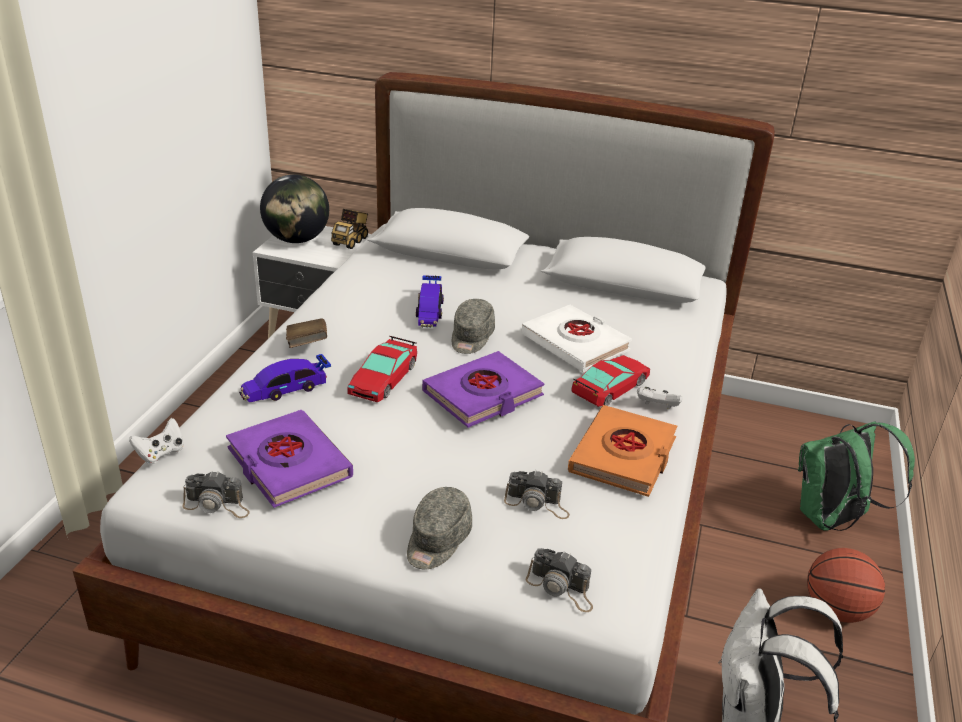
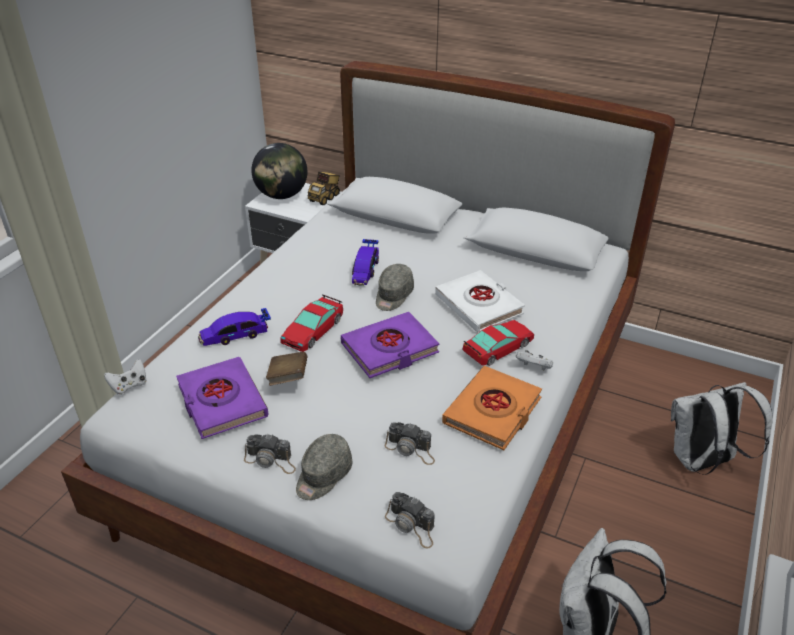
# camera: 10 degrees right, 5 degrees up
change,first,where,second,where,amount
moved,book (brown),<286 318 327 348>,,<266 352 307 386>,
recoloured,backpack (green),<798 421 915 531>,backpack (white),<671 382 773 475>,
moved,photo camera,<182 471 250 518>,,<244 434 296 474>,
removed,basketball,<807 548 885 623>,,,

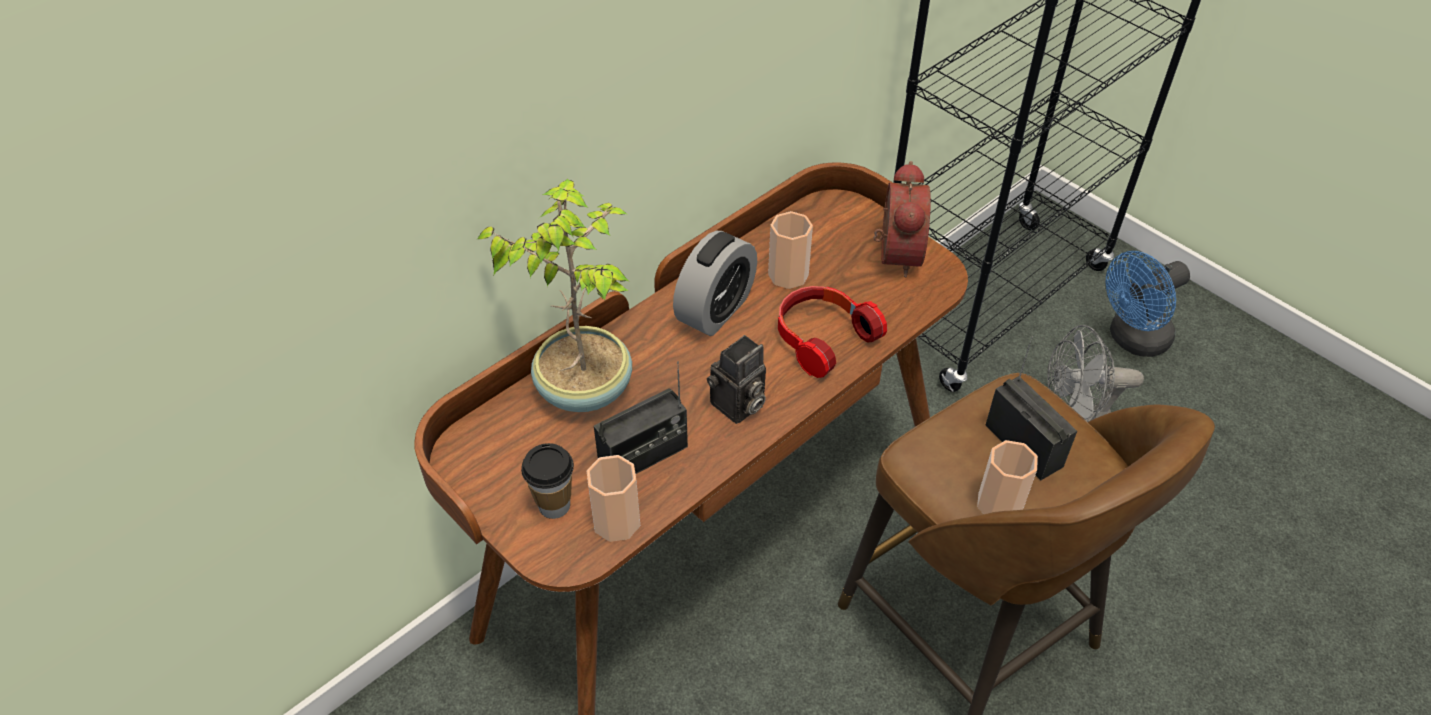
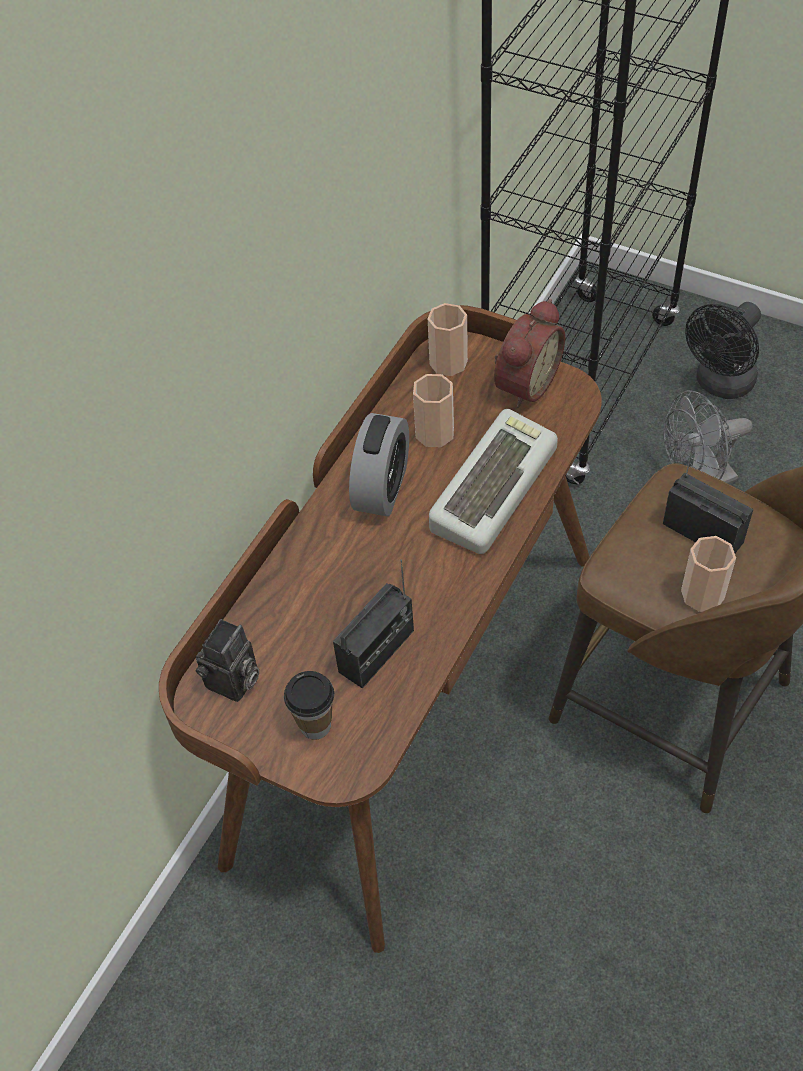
# camera: 15 degrees left, 5 degrees up
change,first,where,second,where,amount
turned,alarm clock,<873 161 931 278>,,<494 299 565 408>,45 degrees clockwise
removed,potted plant,<477 179 632 412>,,,
recoloured,fan (blue),<1105 251 1190 357>,fan (black),<685 302 761 399>,
replaced,headphones,<778 286 887 378>,keyboard,<429 409 558 554>,
moved,photo camera,<707 335 766 424>,,<196 619 259 702>,
moved,cup,<587 455 640 542>,,<428 303 468 376>,

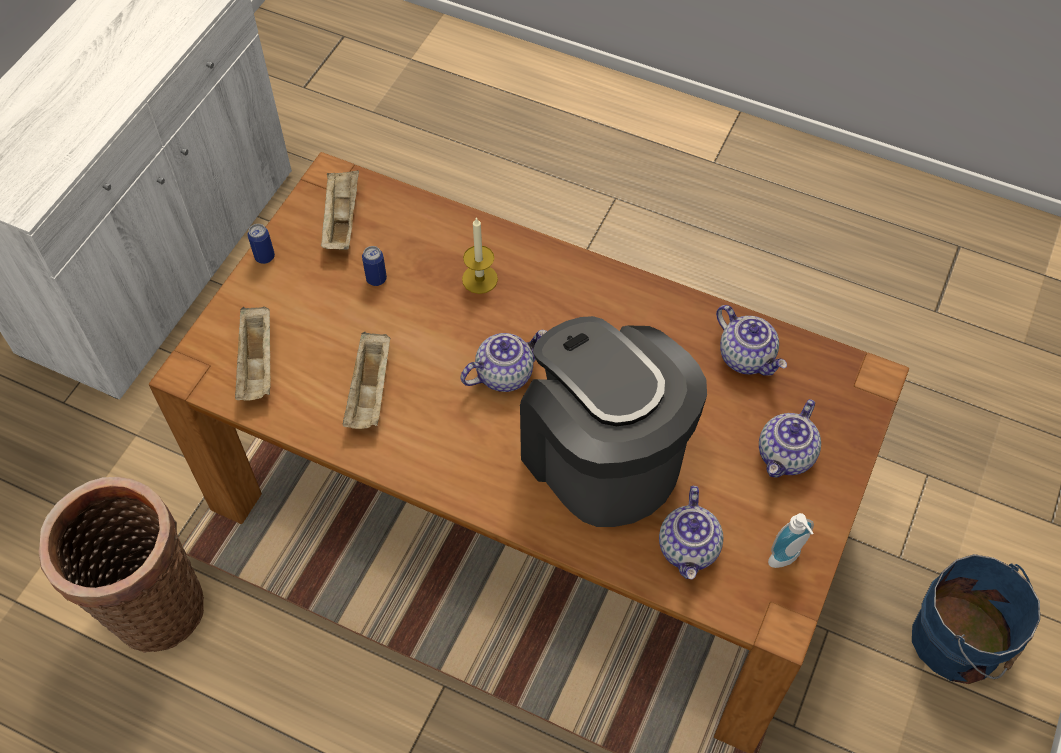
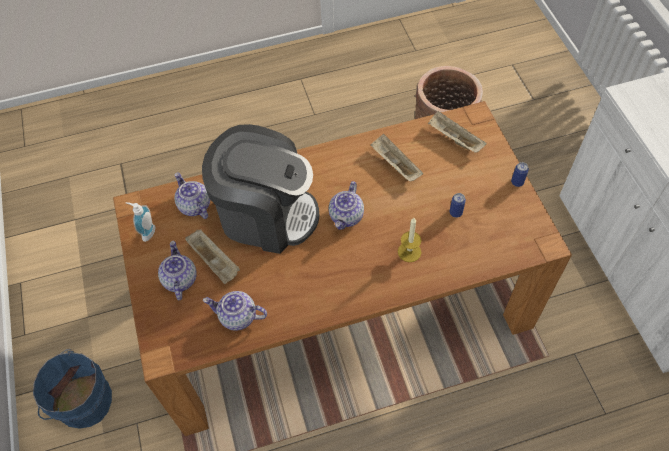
# camera: 140 degrees right, 0 degrees up
change,first,where,second,where,amount
moved,tray (beige),<321 170 359 250>,,<185 230 240 284>,

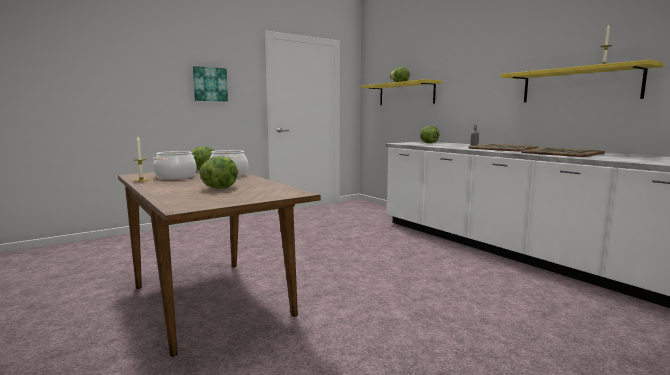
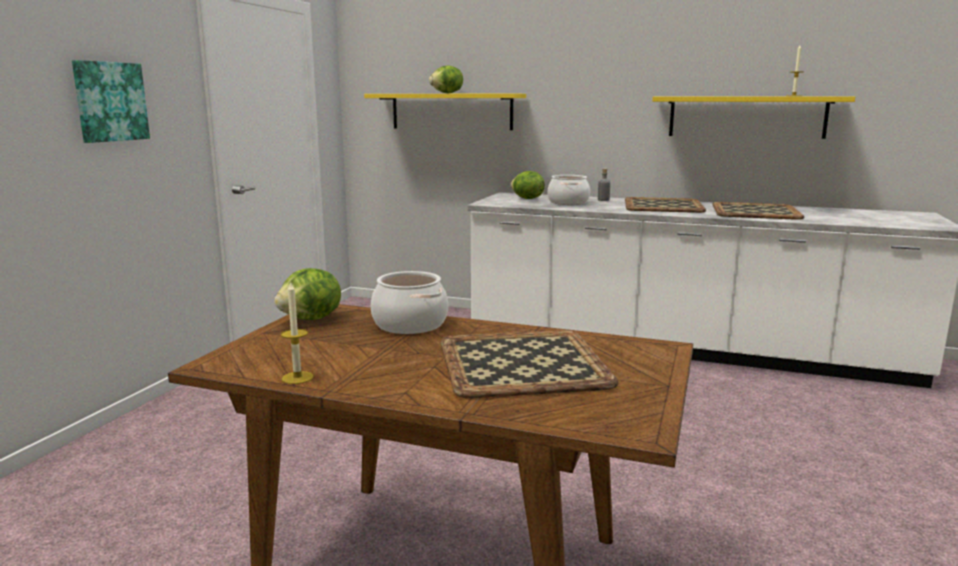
# camera: 35 degrees left, 5 degrees up
change,first,where,second,where,amount
moved,cooking pot,<153 151 196 180>,,<548 175 590 205>,
replaced,lettuce,<200 156 239 189>,tray,<440 330 618 399>,

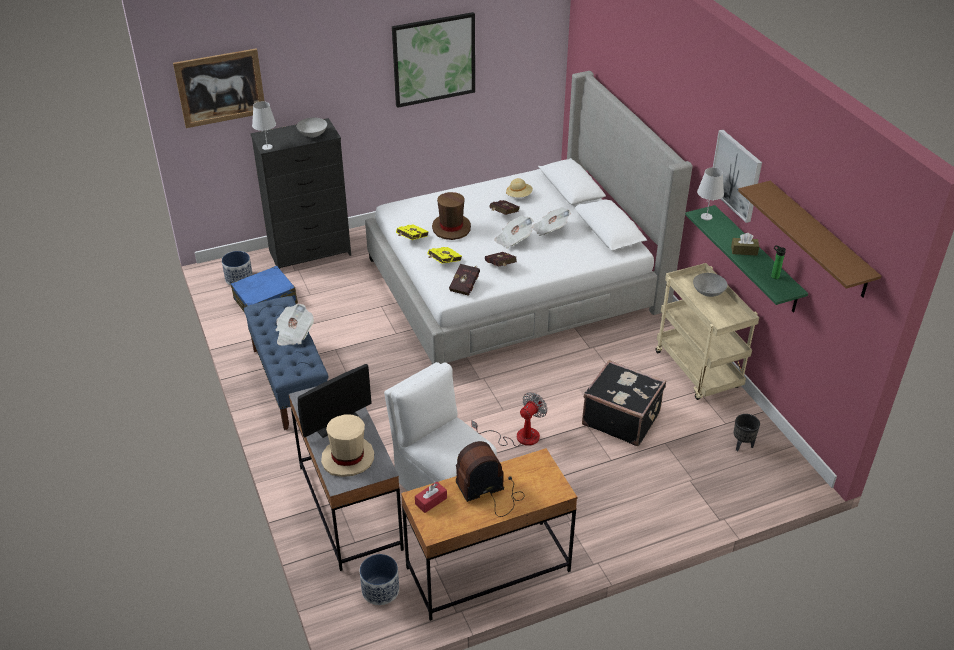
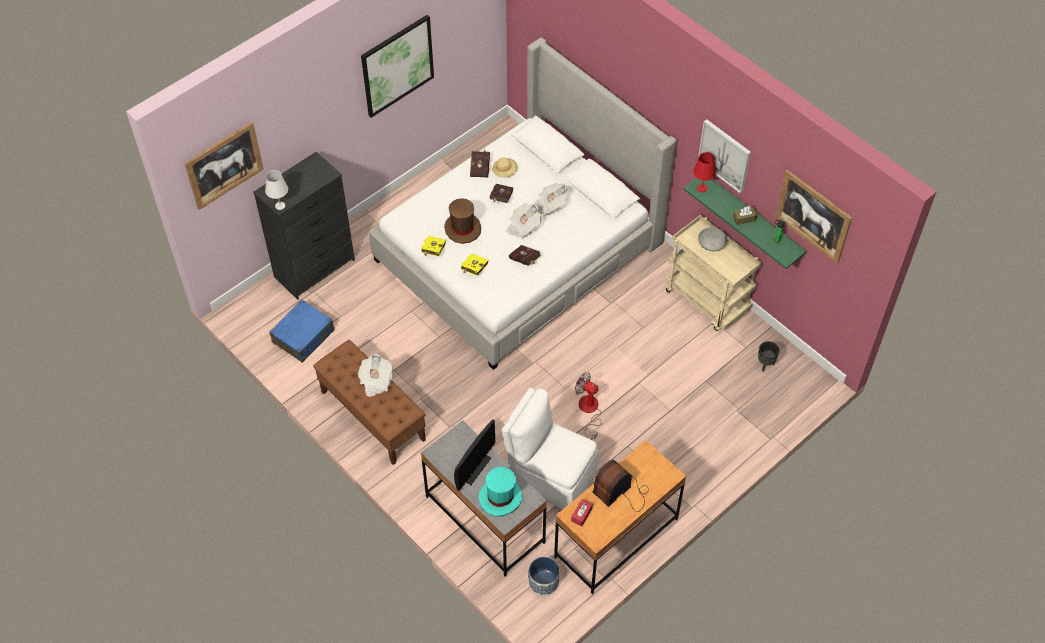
# camera: 20 degrees left, 15 degrees up
change,first,where,second,where,amount
removed,bowl (grey),<296 118 327 138>,,,
recoloured,table lamp (white),<697 168 724 220>,table lamp (red),<693 152 716 192>,
replaced,shelf (brown),<738 181 881 298>,picture,<775 170 852 263>,
removed,planter,<222 251 253 286>,,,
moved,book (red),<449 264 480 296>,,<470 149 490 177>,
recoloured,bench (blue),<244 296 328 430>,bench (brown),<313 340 426 465>,
removed,suitcase (black),<582 360 666 446>,,,
turned,fan,<472 392 547 447>,,<575 372 602 440>,75 degrees counterclockwise
recoloured,hat (beige),<321 414 374 477>,hat (turquoise),<479 467 522 517>,

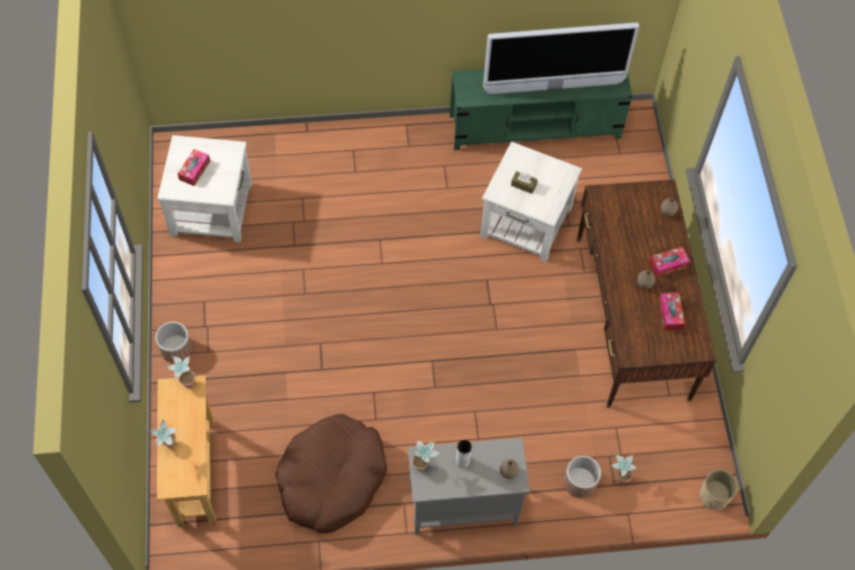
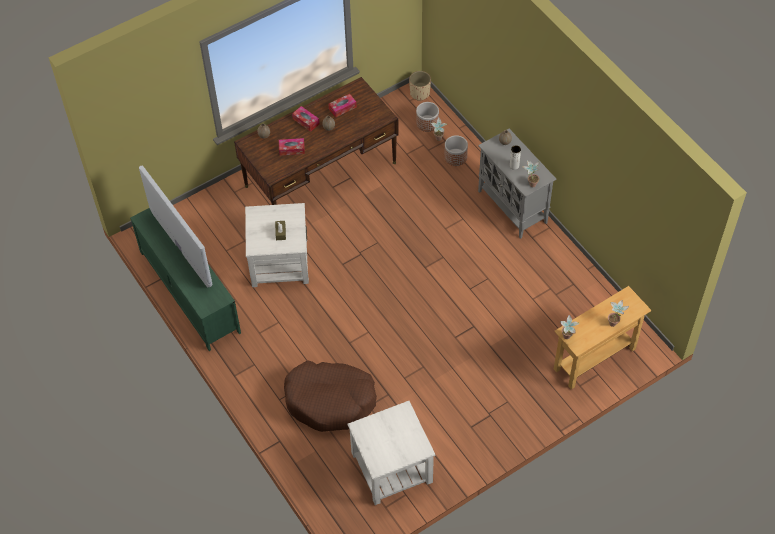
# camera: 115 degrees left, 5 degrees down
change,first,where,second,where,amount
moved,tissue box,<178 149 210 186>,,<279 138 305 155>,
moved,planter,<155 322 192 363>,,<416 102 439 132>,
moved,dog bed (brown),<275 414 387 533>,,<284 361 377 432>,

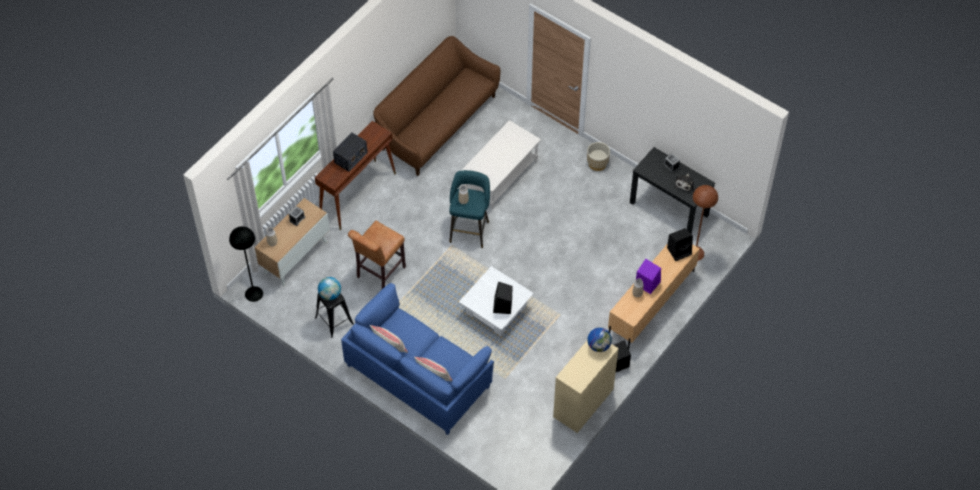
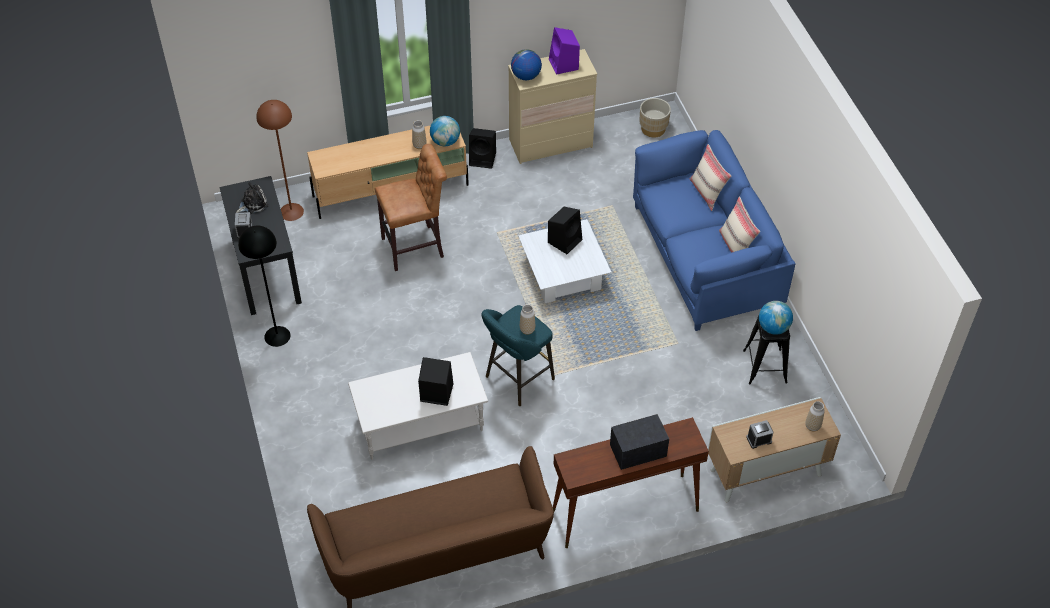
# camera: 145 degrees left, 5 degrees down
change,first,where,second,where,amount
moved,planter (beige),<587 142 610 171>,,<640 98 671 138>,
moved,stool (brown),<348 221 406 289>,,<375 144 447 271>,
moved,floor lamp (black),<229 226 263 302>,,<238 226 290 347>,
moved,speaker (black),<667 228 693 261>,,<418 357 453 406>,
moved,speaker (purple),<636 259 661 294>,,<549 27 580 75>,
added,,,globe,<430 116 460 146>,

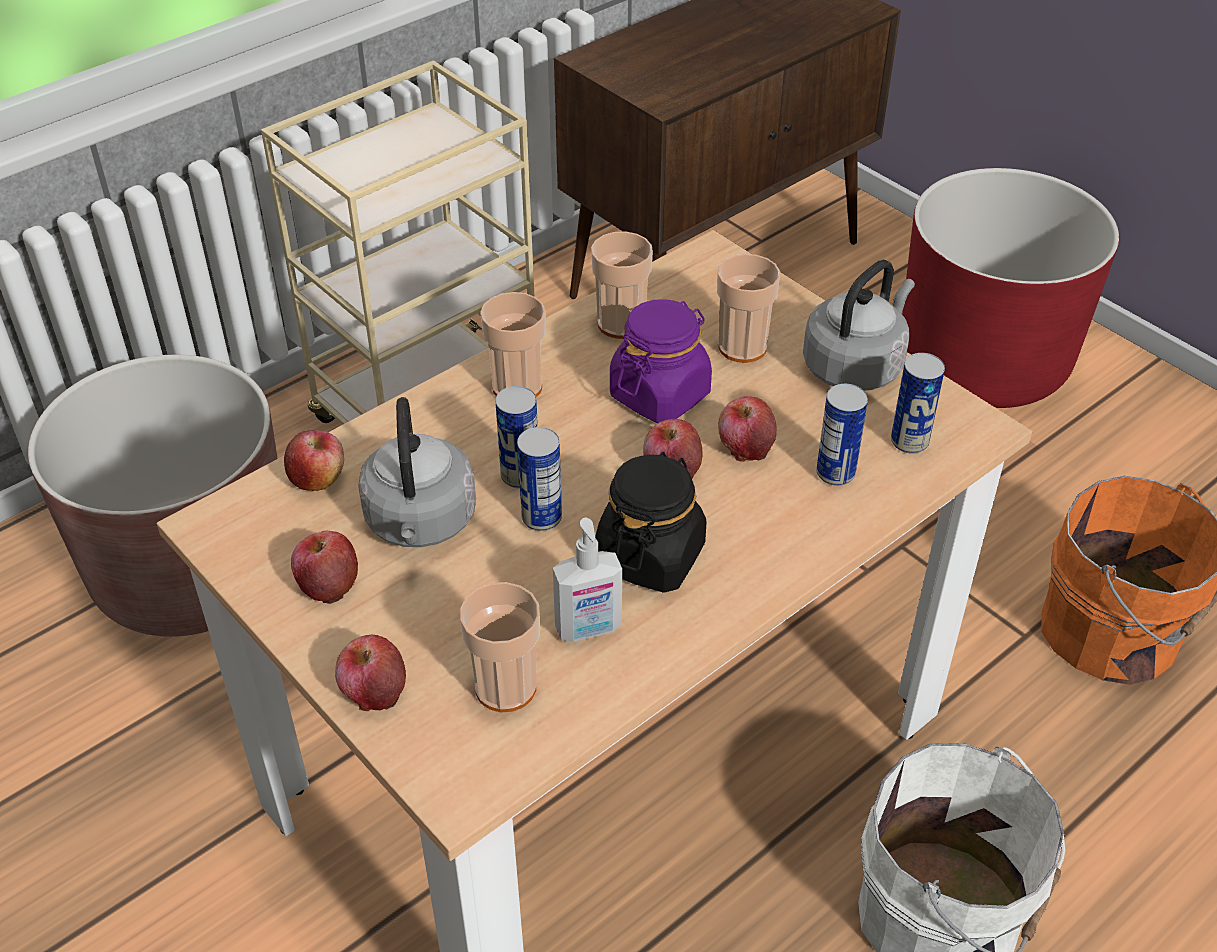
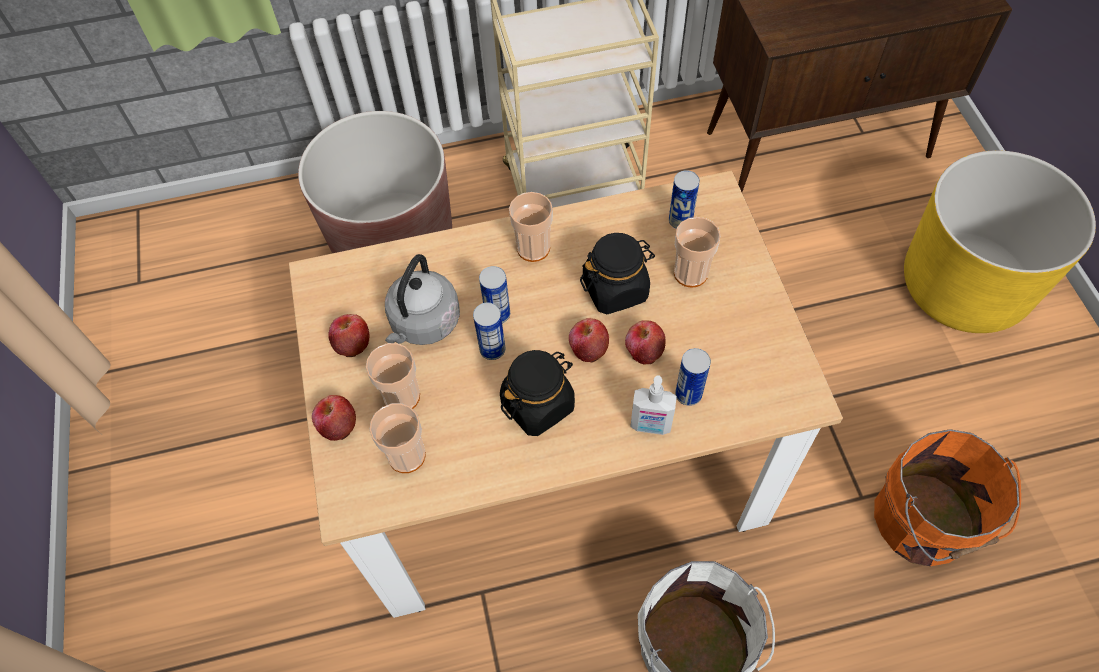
# camera: 30 degrees right, 15 degrees up
change,first,where,second,where,amount
recoloured,planter (red),<902 168 1119 408>,planter (yellow),<904 150 1096 333>,
moved,cup,<591 231 653 339>,,<366 343 420 409>,
removed,kettle (grey),<803 260 915 391>,,,
recoloured,jar (purple),<610 299 712 423>,jar (black),<580 233 655 315>,
moved,can,<891 353 945 454>,,<669 170 700 229>,
removed,apple,<284 430 344 491>,,,
moved,soap dispenser,<553 518 622 642>,,<630 375 677 435>,

